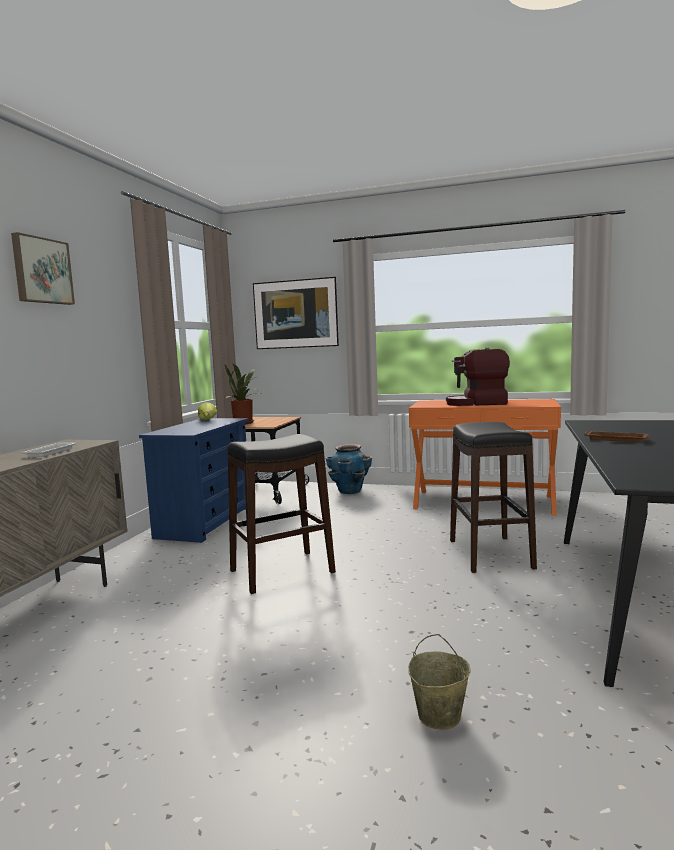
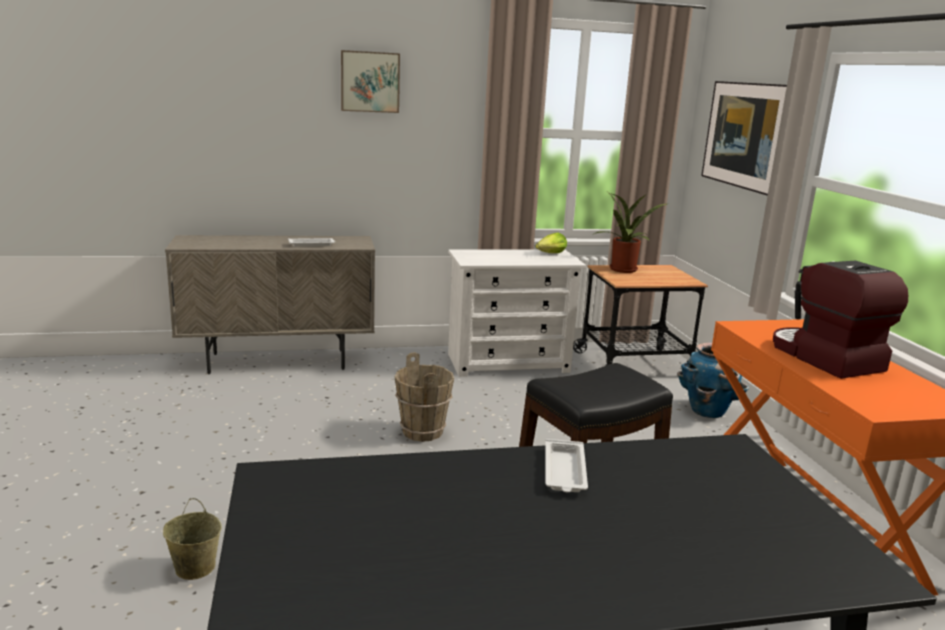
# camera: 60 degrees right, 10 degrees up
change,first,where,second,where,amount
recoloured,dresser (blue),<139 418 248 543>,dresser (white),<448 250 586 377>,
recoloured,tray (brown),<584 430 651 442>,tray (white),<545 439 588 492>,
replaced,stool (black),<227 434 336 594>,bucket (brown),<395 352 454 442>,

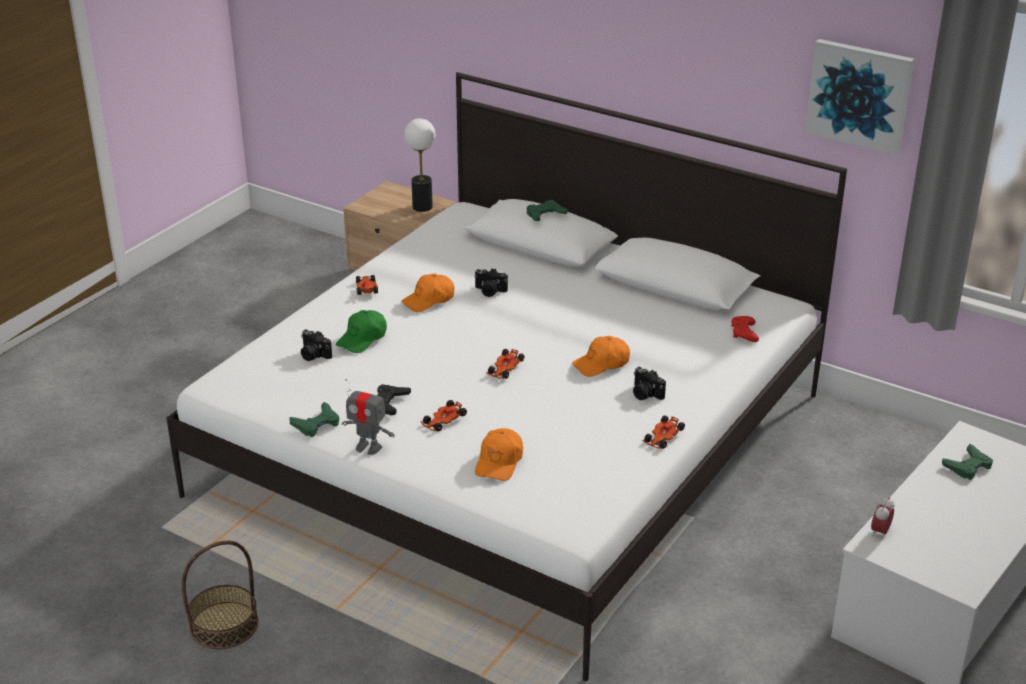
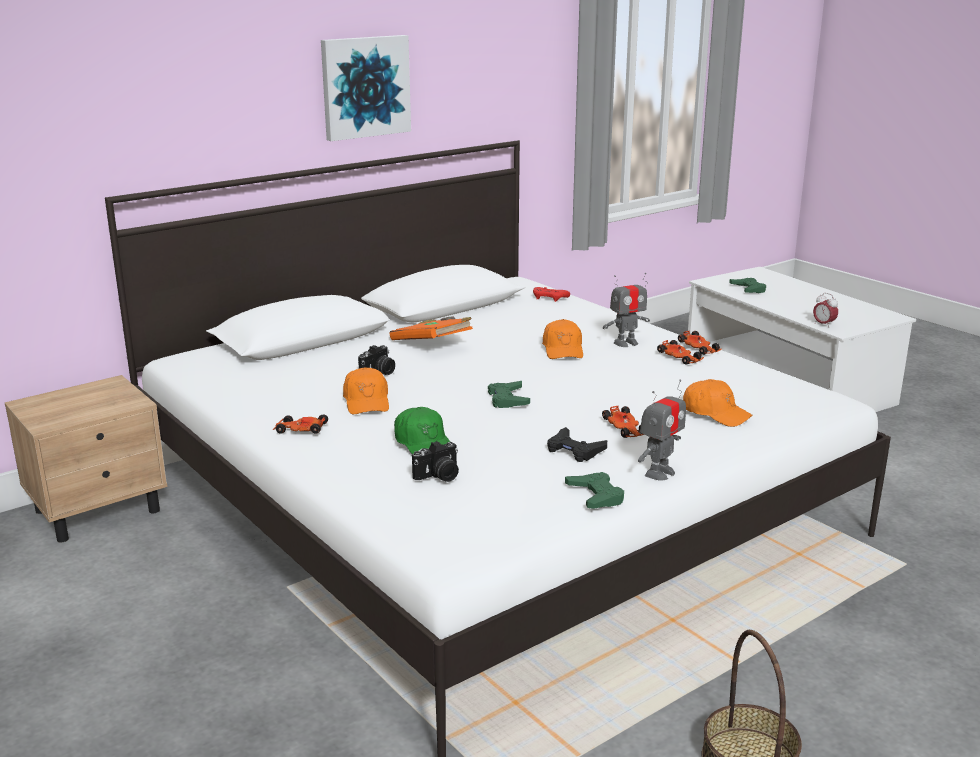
# camera: 70 degrees left, 10 degrees down
change,first,where,second,where,amount
moved,picture,<805 39 914 155>,,<321 35 411 141>,
removed,table lamp,<404 118 435 212>,,,
moved,game controller (green),<527 200 567 221>,,<488 381 530 408>,
moved,toy car,<486 349 525 379>,,<657 340 704 365>,
replaced,photo camera,<633 367 666 400>,toy robot,<603 273 650 347>,
added,,,book (orange),<390 317 473 340>,

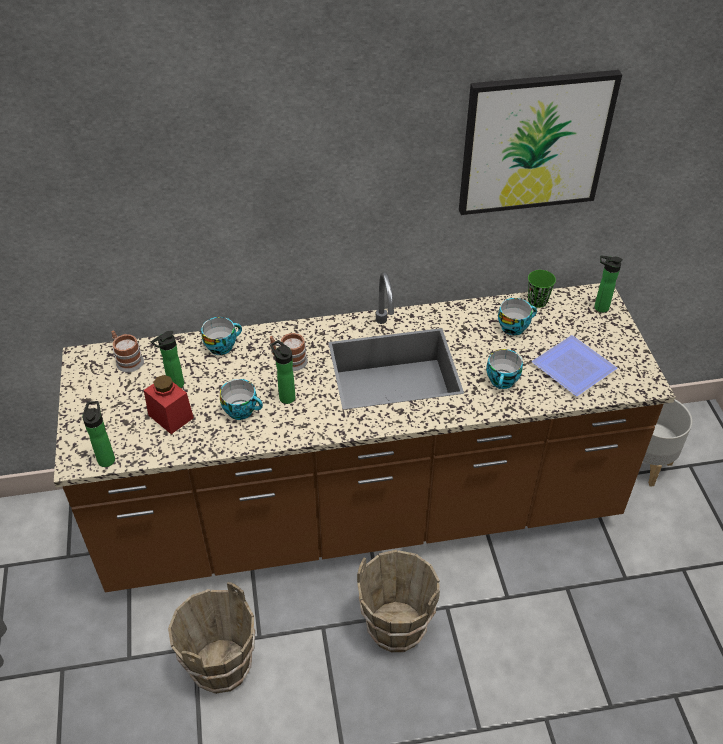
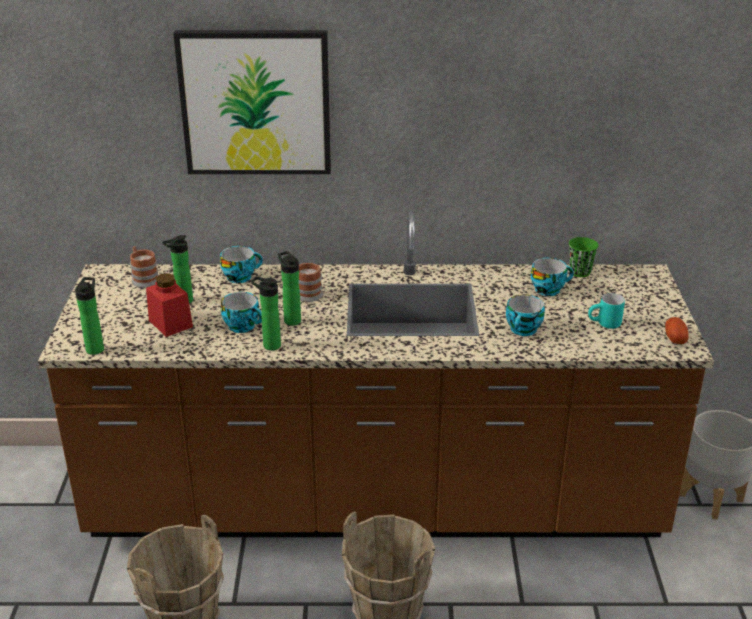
# camera: 10 degrees right, 15 degrees down
change,first,where,second,where,amount
moved,picture,<459 70 622 215>,,<173 30 331 174>,
moved,bottle,<594 256 623 313>,,<251 276 281 350>,
replaced,plate,<532 335 617 396>,mug (turquoise),<588 293 625 329>,
added,,,potato,<665 317 689 344>,

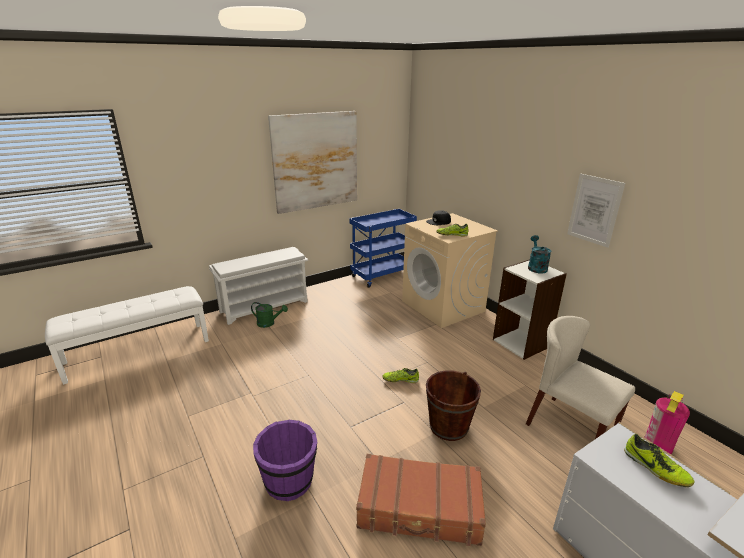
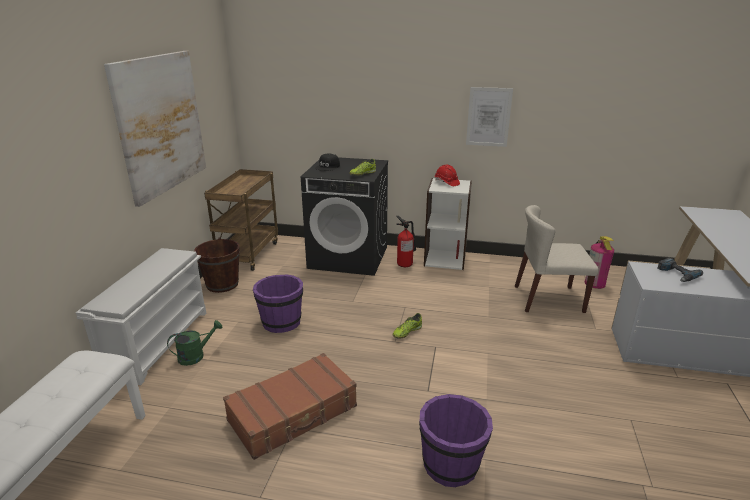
# camera: 45 degrees left, 0 degrees up
change,first,where,second,where,amount
recoloured,cart (blue),<350 209 417 288>,cart (brown),<204 169 278 271>,
recoloured,washing machine (beige),<402 213 498 328>,washing machine (black),<301 157 388 276>,
replaced,watering can (turquoise),<528 235 551 273>,hard hat (red),<435 165 460 186>,
moved,bucket (brown),<426 370 481 441>,,<194 237 240 293>,
replaced,shoe,<624 434 695 487>,power drill,<657 258 703 282>,
moved,suitcase (brown),<356 454 486 546>,,<223 353 357 460>,
added,,,fire extinguisher,<396 216 416 267>,
added,,,bucket (purple),<253 274 303 333>,

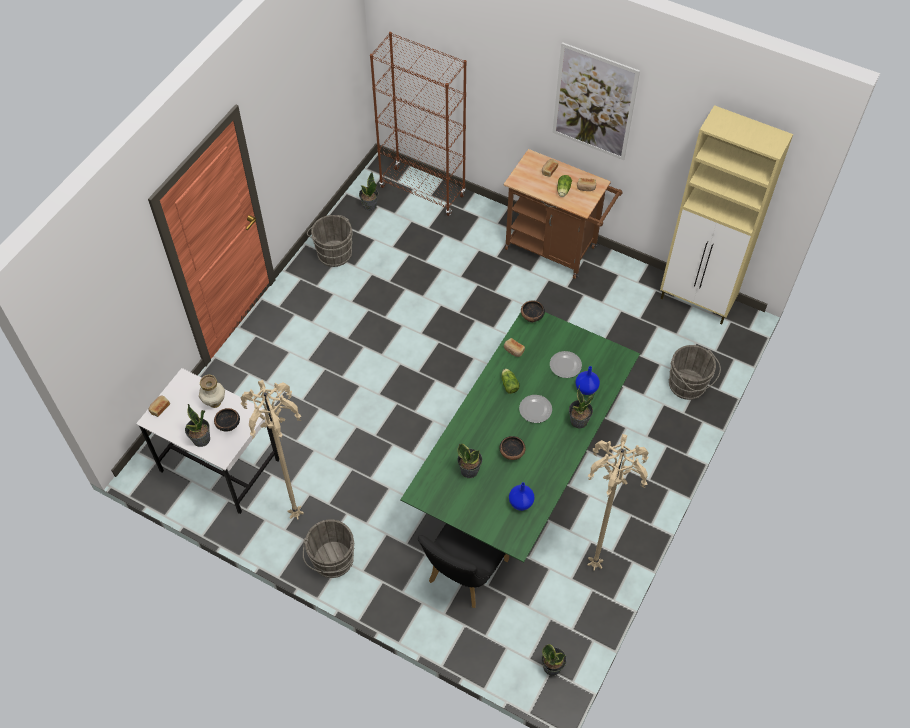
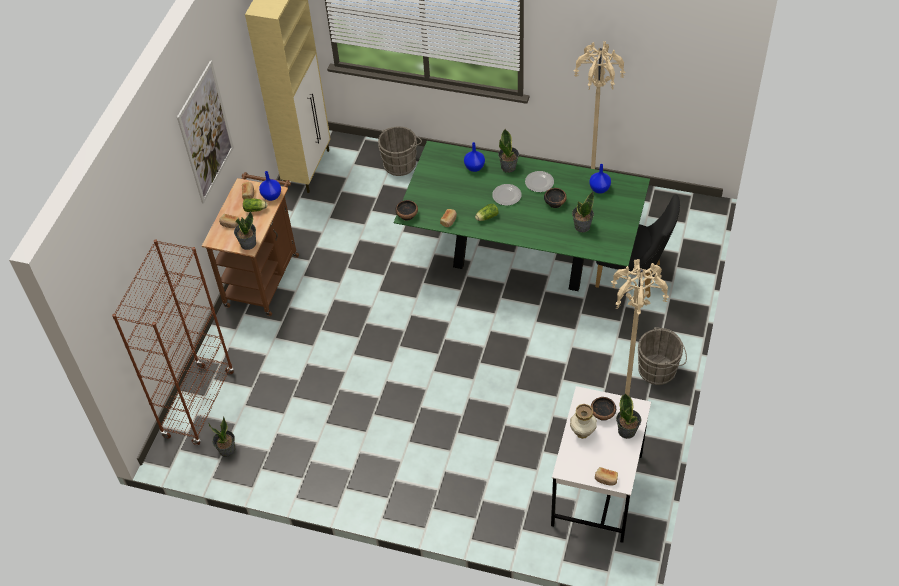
# camera: 100 degrees left, 5 degrees down
change,first,where,second,where,amount
removed,bucket (grey),<307 215 352 267>,,,
moved,plate,<550 351 582 378>,,<525 171 554 192>,
moved,potted plant,<542 644 567 676>,,<234 211 256 250>,
added,,,vase (blue),<259 171 281 201>,

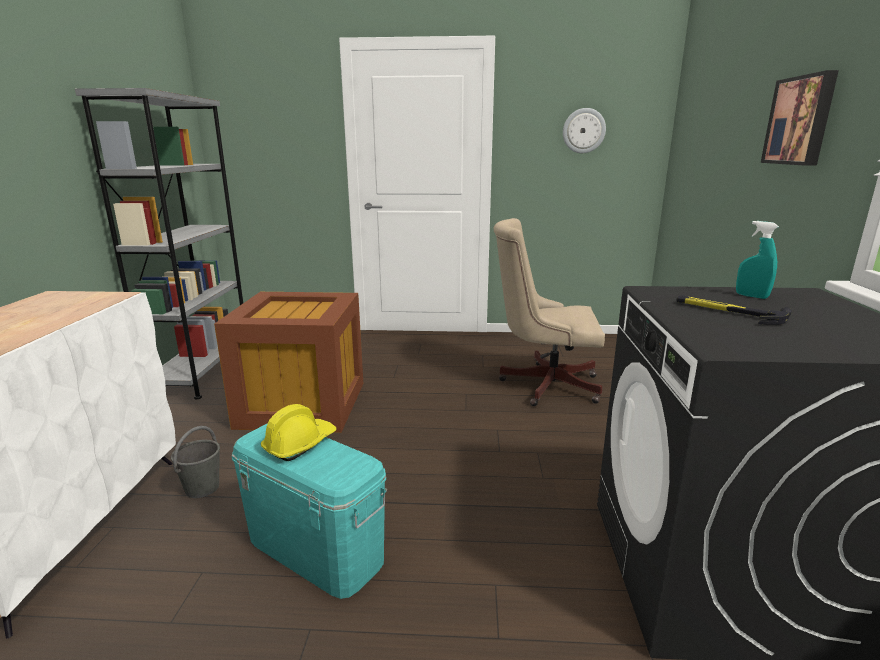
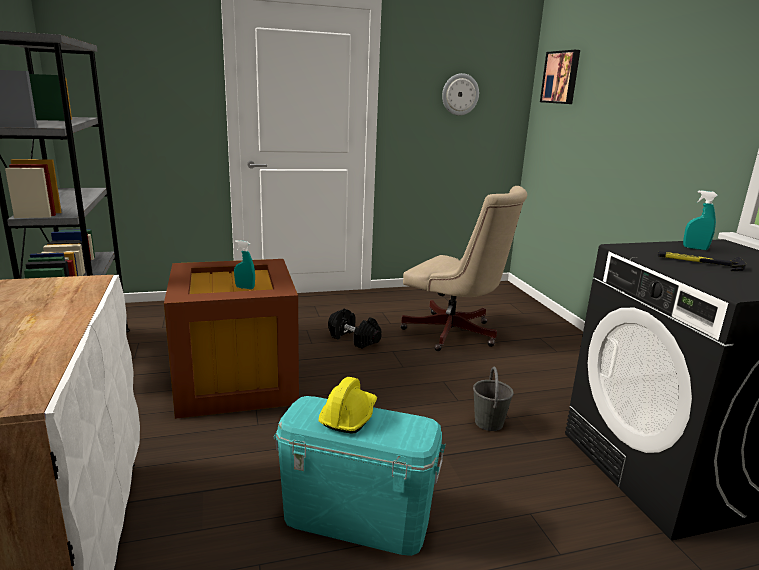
# camera: 20 degrees left, 0 degrees up
change,first,where,second,where,amount
moved,picture,<761 70 839 166>,,<540 50 580 104>,
turned,office chair (beige),<494 218 605 406>,,<400 186 527 351>,135 degrees counterclockwise
moved,bucket (grey),<171 426 220 498>,,<473 367 514 431>,
added,,,spray bottle (turquoise),<234 240 255 289>,
added,,,dumbbell (black),<328 309 381 349>,

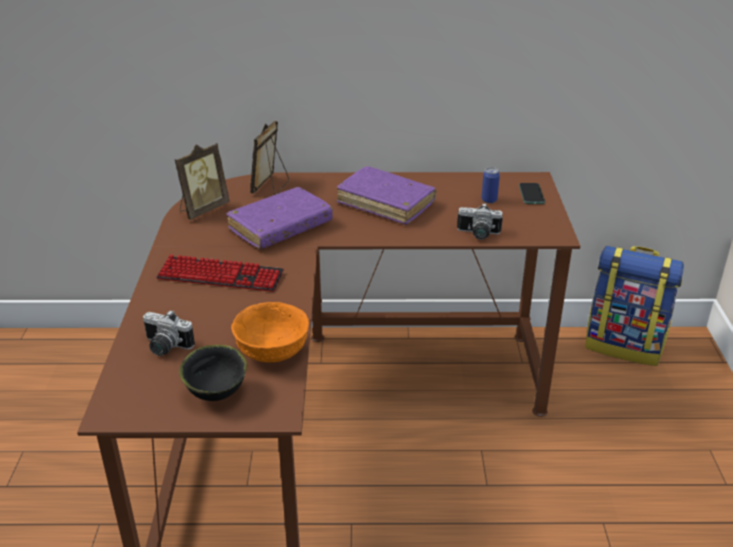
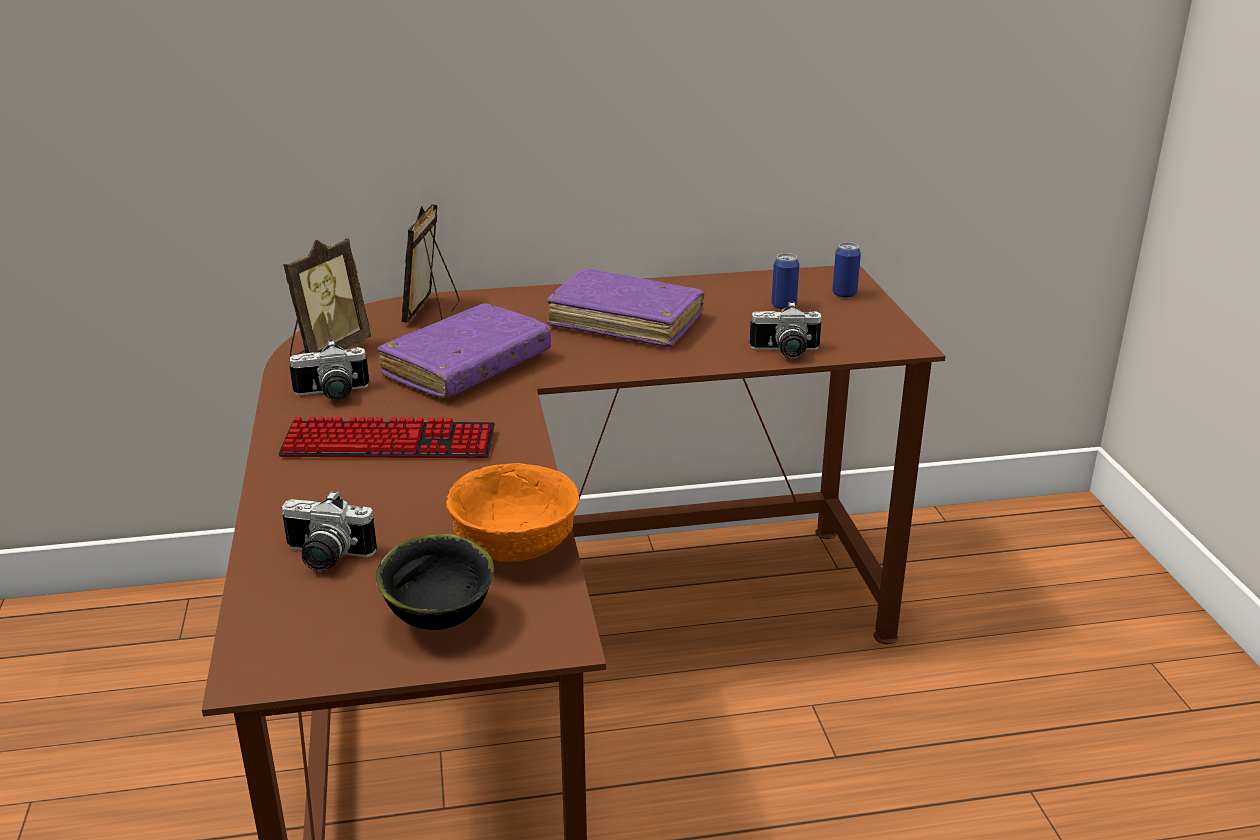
# camera: 10 degrees left, 5 degrees down
change,first,where,second,where,amount
replaced,phone,<519 183 545 204>,can,<832 242 861 298>,
removed,backpack,<585 246 684 366>,,,
added,,,photo camera,<289 340 369 401>,

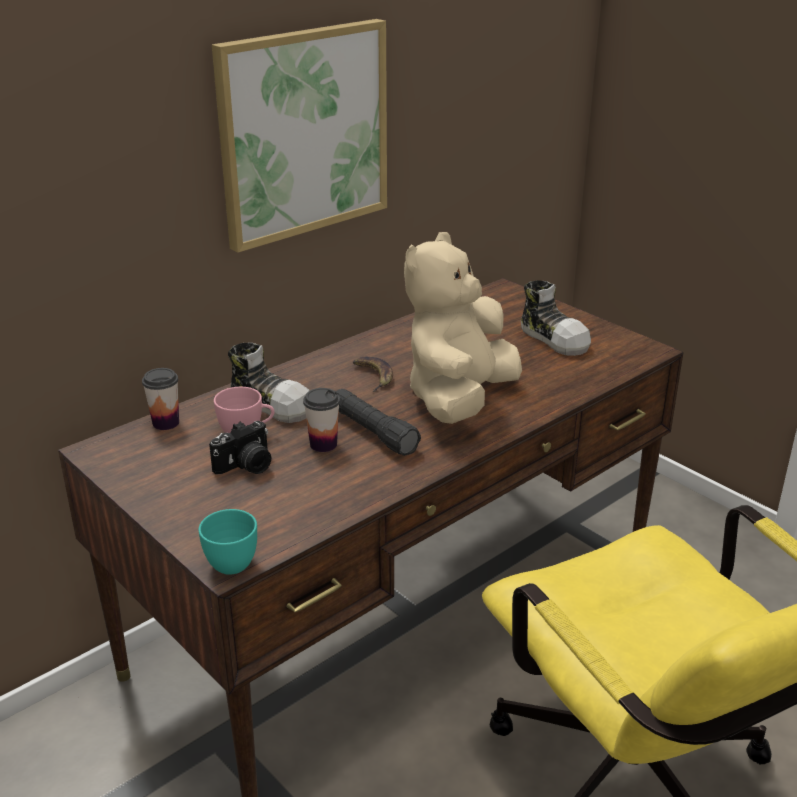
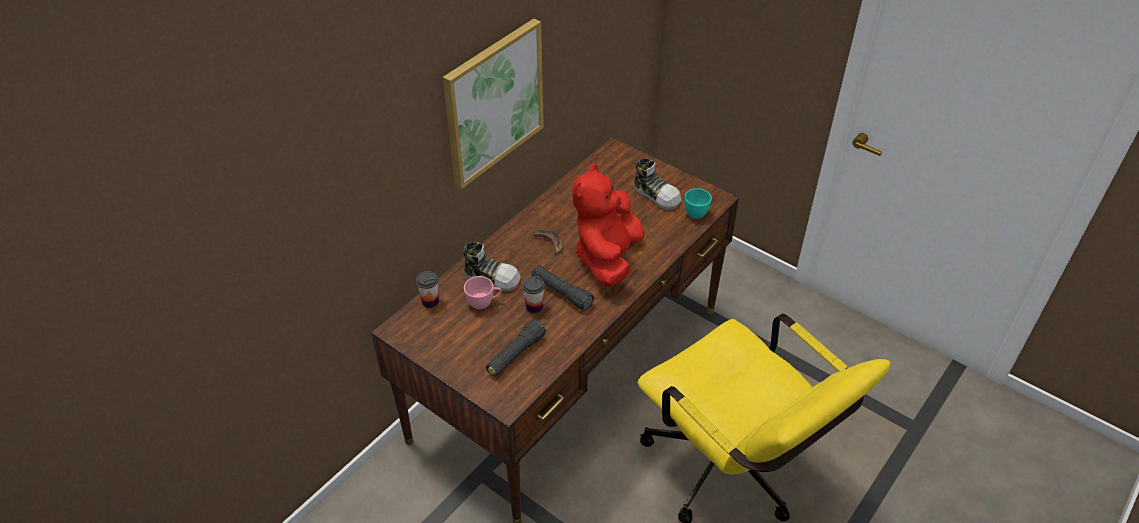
# camera: 10 degrees left, 15 degrees up
change,first,where,second,where,amount
recoloured,plush toy (beige),<404 232 522 424>,plush toy (red),<572 163 645 287>,
removed,photo camera,<209 421 271 475>,,,
moved,cup (turquoise),<198 509 257 575>,,<684 188 712 219>,
added,,,flashlight (black),<486 319 546 377>,

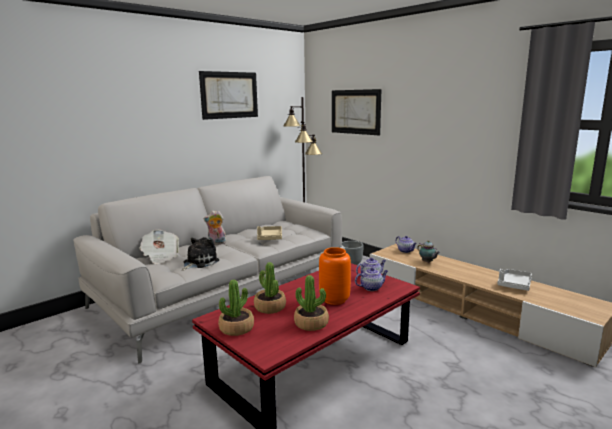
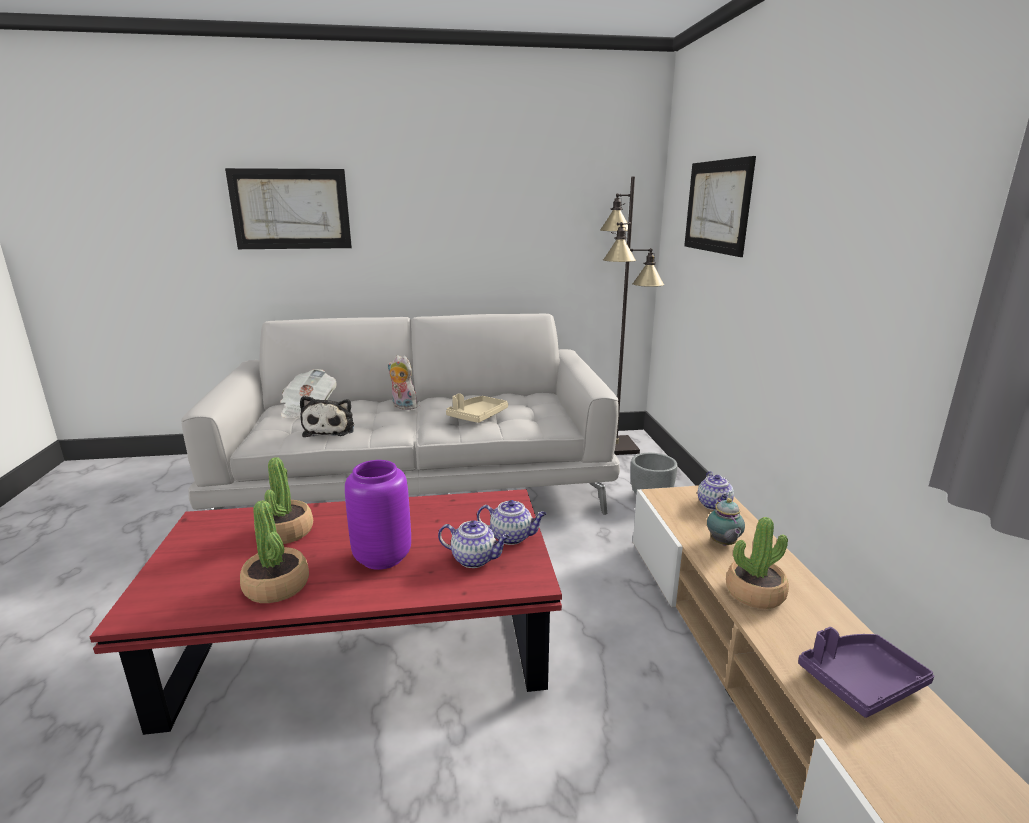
# camera: 35 degrees right, 5 degrees up
change,first,where,second,where,amount
moved,picture,<199 71 258 120>,,<225 168 352 249>,
turned,plush toy,<182 237 219 271>,,<300 396 354 437>,105 degrees clockwise
recoloured,vase (orange),<319 247 351 305>,vase (purple),<345 460 411 570>,
recoloured,tray (grey),<498 269 532 291>,tray (purple),<798 627 934 718>,
moved,potted plant,<218 280 254 336>,,<726 517 789 609>,

